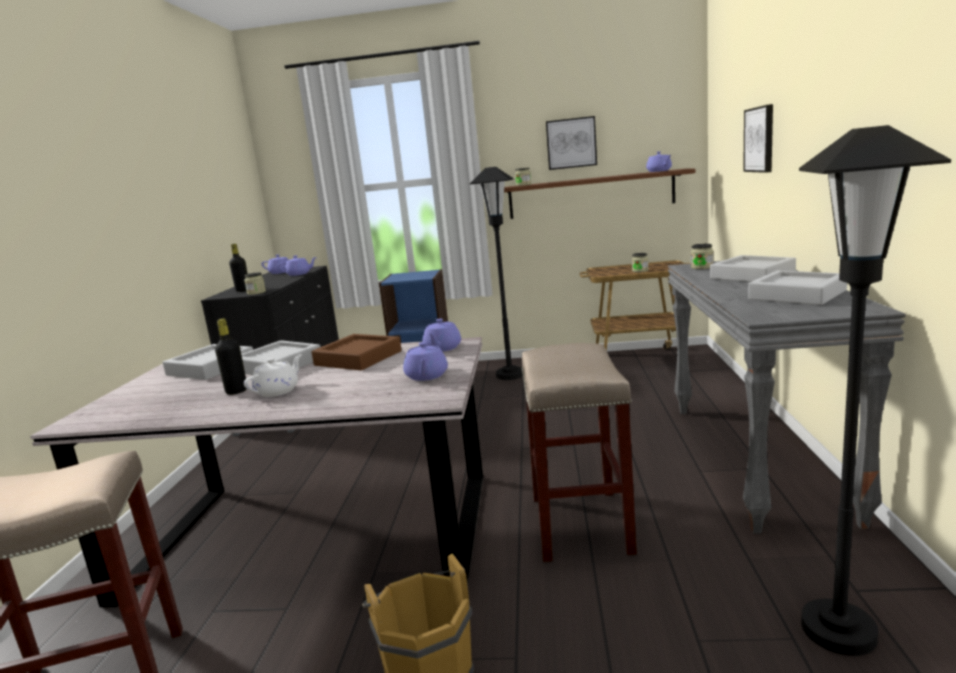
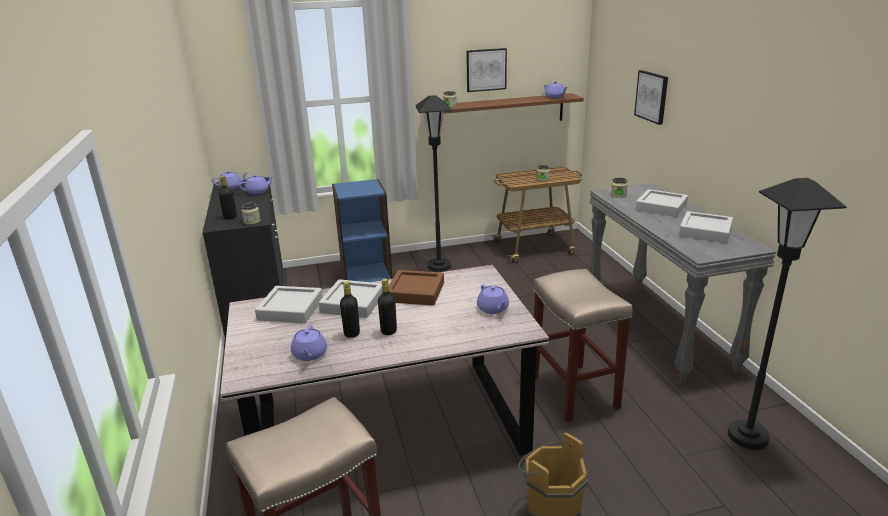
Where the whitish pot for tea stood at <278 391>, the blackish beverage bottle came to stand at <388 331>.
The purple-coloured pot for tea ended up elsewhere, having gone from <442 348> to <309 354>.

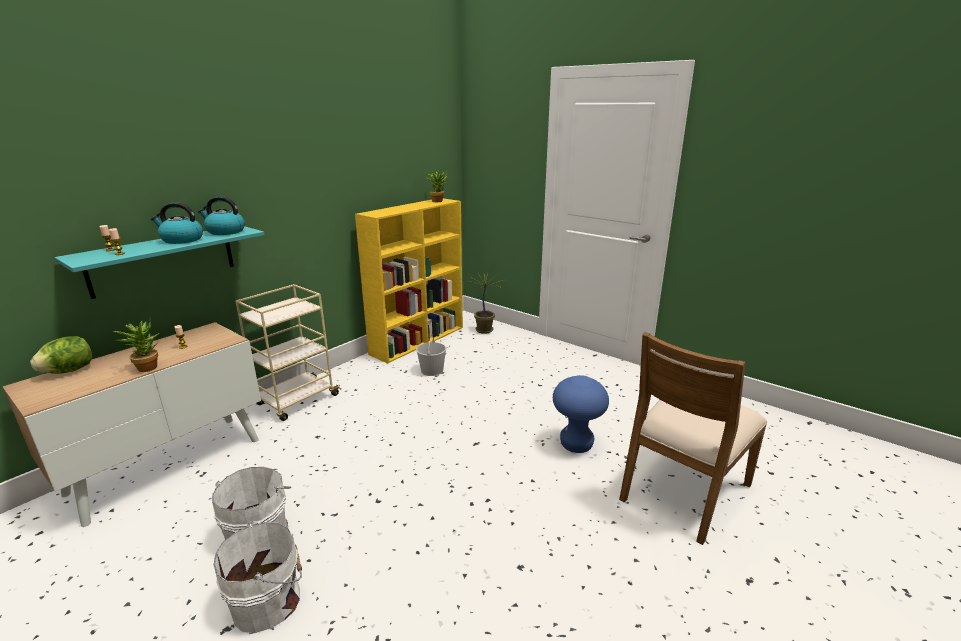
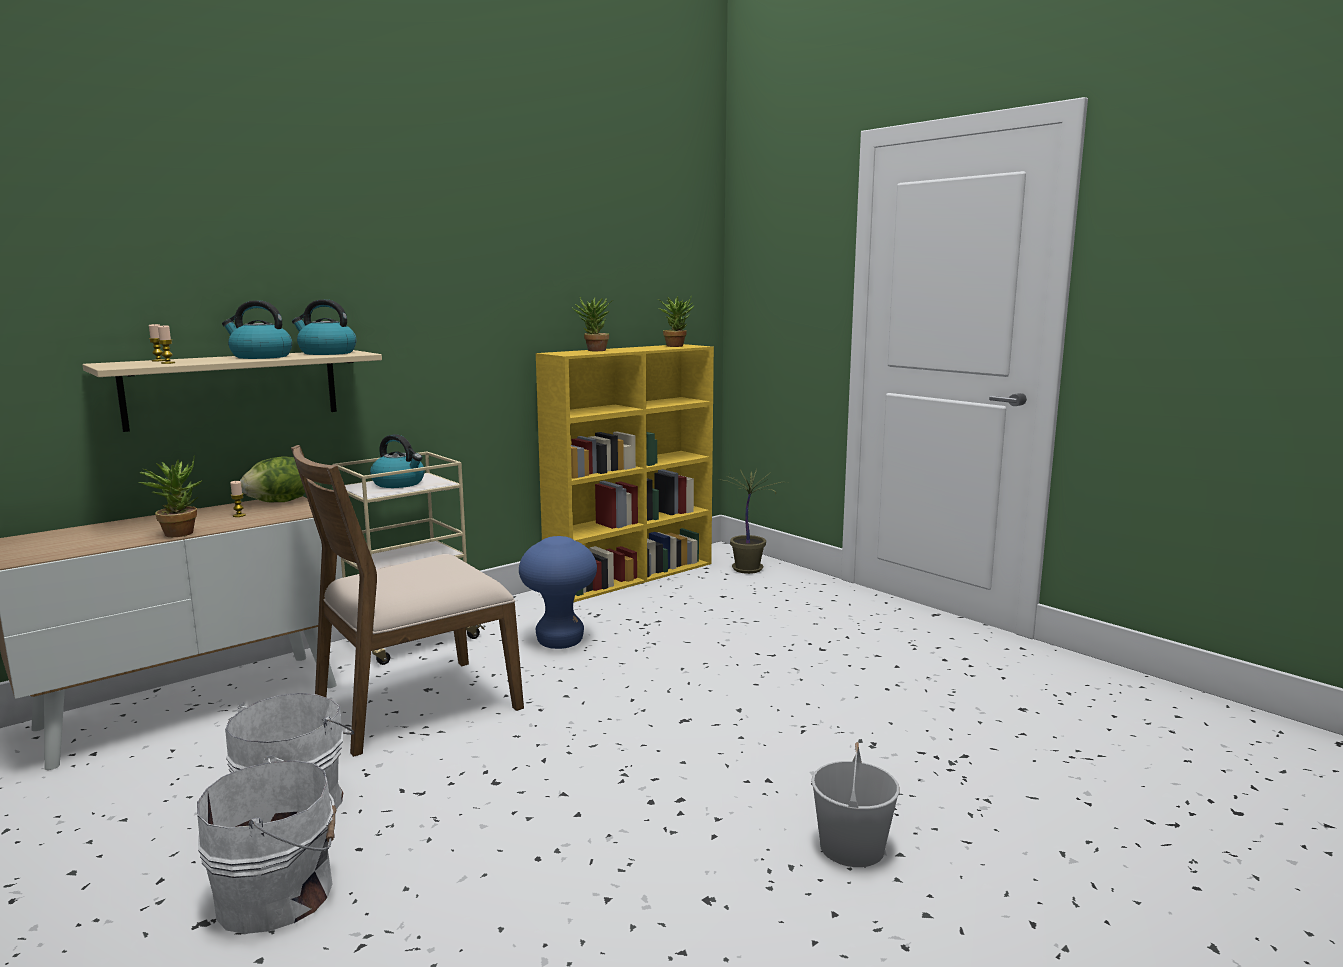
The lettuce ended up elsewhere, having gone from <69 371> to <278 502>.
What was the blue-green bracket shelf at <163 260> turned into the beige bracket shelf at <233 388>.
The whitish pail ended up elsewhere, having gone from <432 370> to <851 846>.
The bluish stool ended up elsewhere, having gone from <576 445> to <560 642>.
The brown-coloured upright chair ended up elsewhere, having gone from <683 491> to <415 706>.
The second view gained the tea kettle at <399 483>.
The second view gained the potted plant at <593 351>.

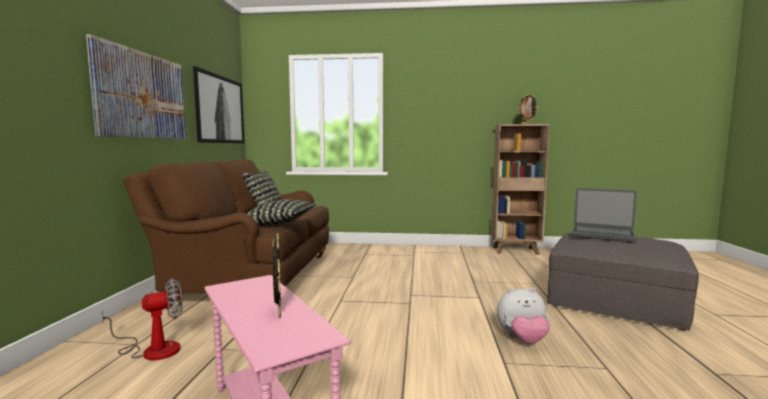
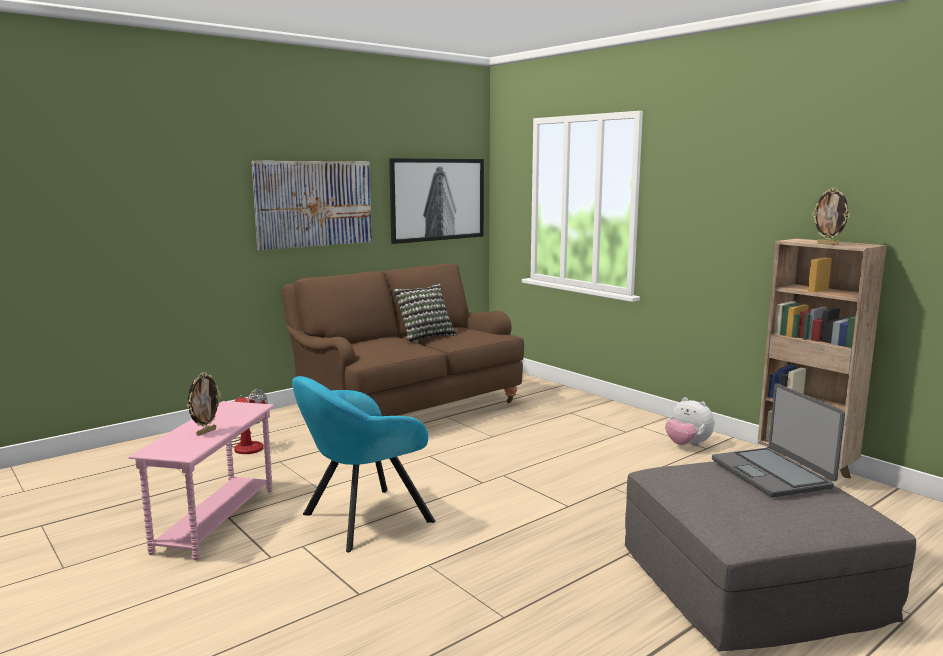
The second view lost the cushion at <280 224>.
The plush toy ended up elsewhere, having gone from <522 339> to <687 445>.
The second view gained the blue-green armchair at <361 519>.

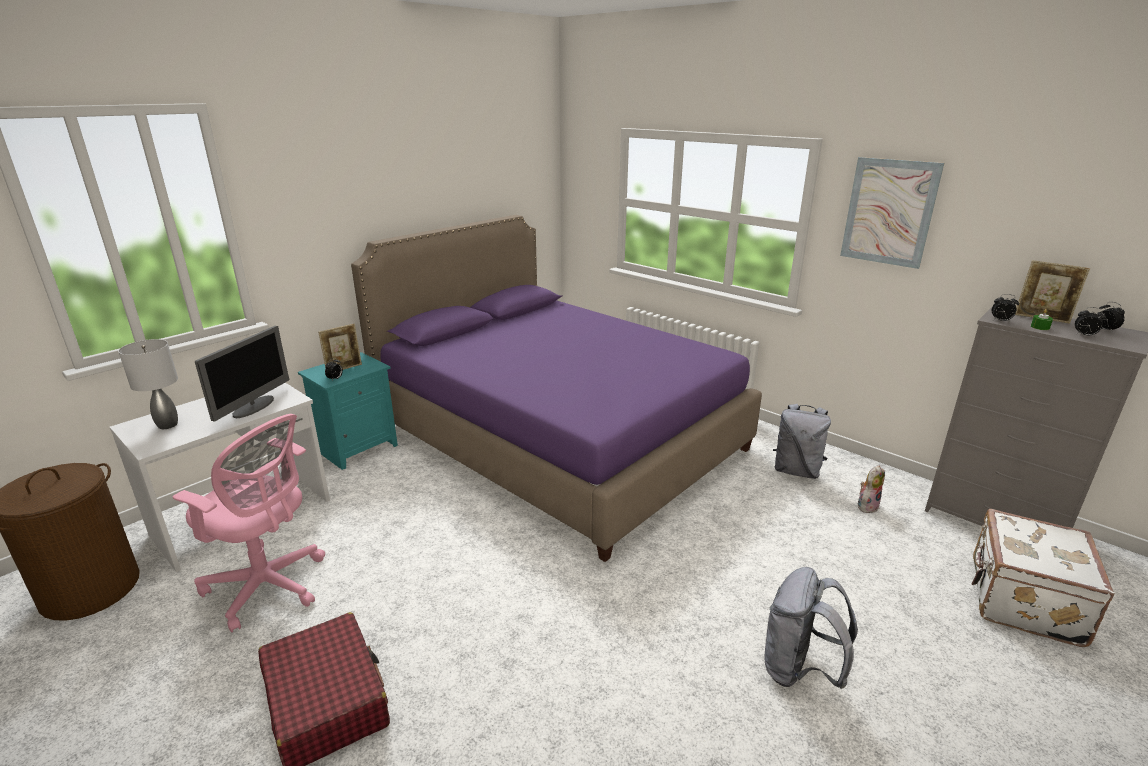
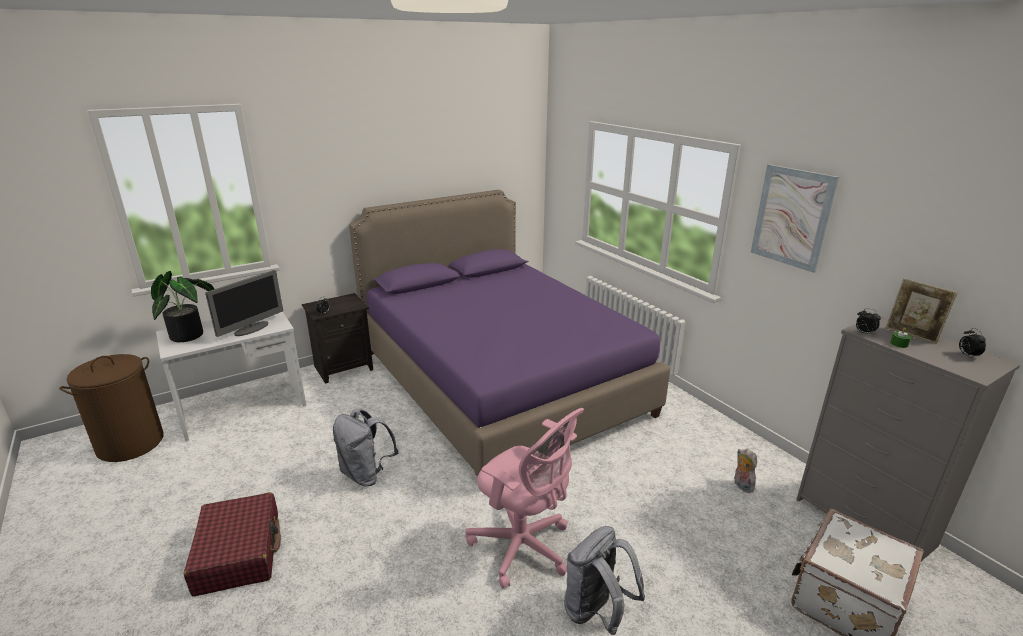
Where the grey lamp for a table stood at <168 424>, the potted plant came to stand at <191 335>.
The pink-coloured computer chair ended up elsewhere, having gone from <269 587> to <524 548>.
What was the blue-green night table at <358 447> turned into the blackish night table at <344 367>.
The second view lost the picture frame at <344 368>.
The grey rucksack ended up elsewhere, having gone from <796 471> to <366 474>.
The plush toy at <867 506> ended up facing another way, 90 degrees counterclockwise from before.
The second view lost the alarm clock at <1084 335>.

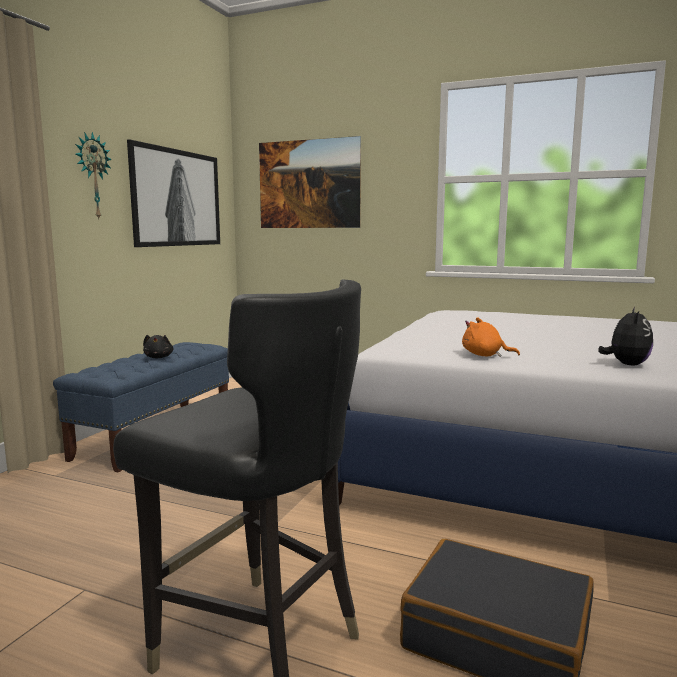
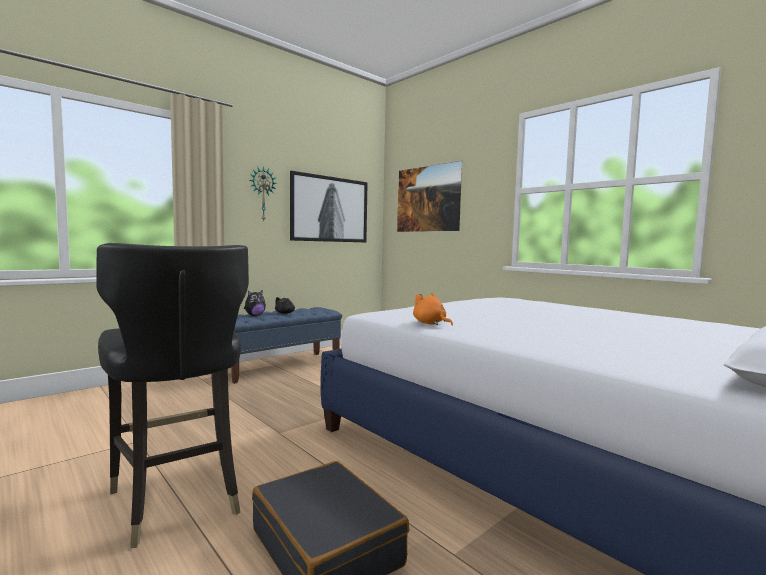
The plush toy ended up elsewhere, having gone from <626 364> to <254 315>.

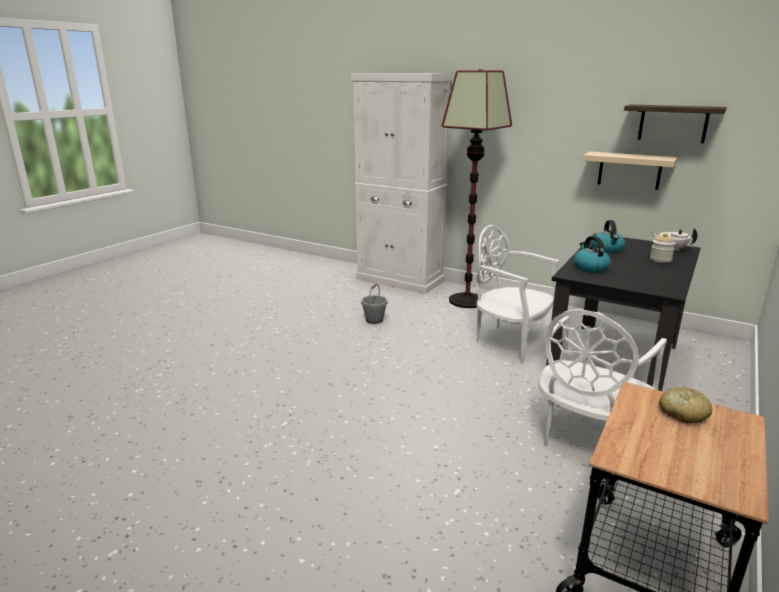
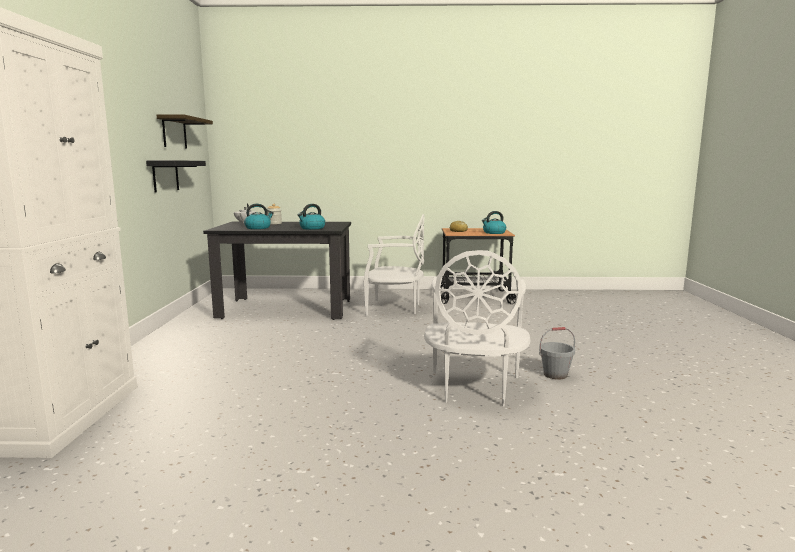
The grey pail ended up elsewhere, having gone from <374 320> to <555 375>.
The second view lost the standard lamp at <467 301>.
The whitish upright chair ended up elsewhere, having gone from <511 341> to <474 389>.
What was the beige bracket shelf at <629 170> turned into the blackish bracket shelf at <165 175>.
The second view gained the tea kettle at <494 233>.

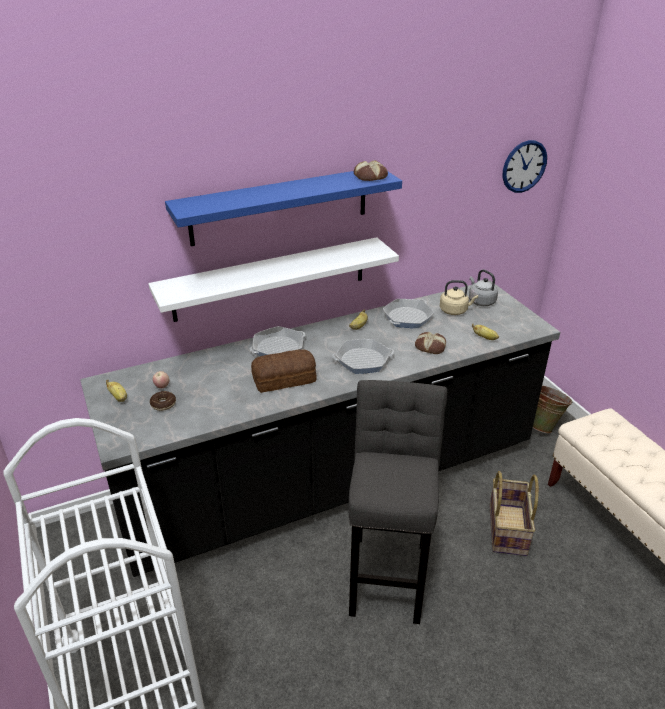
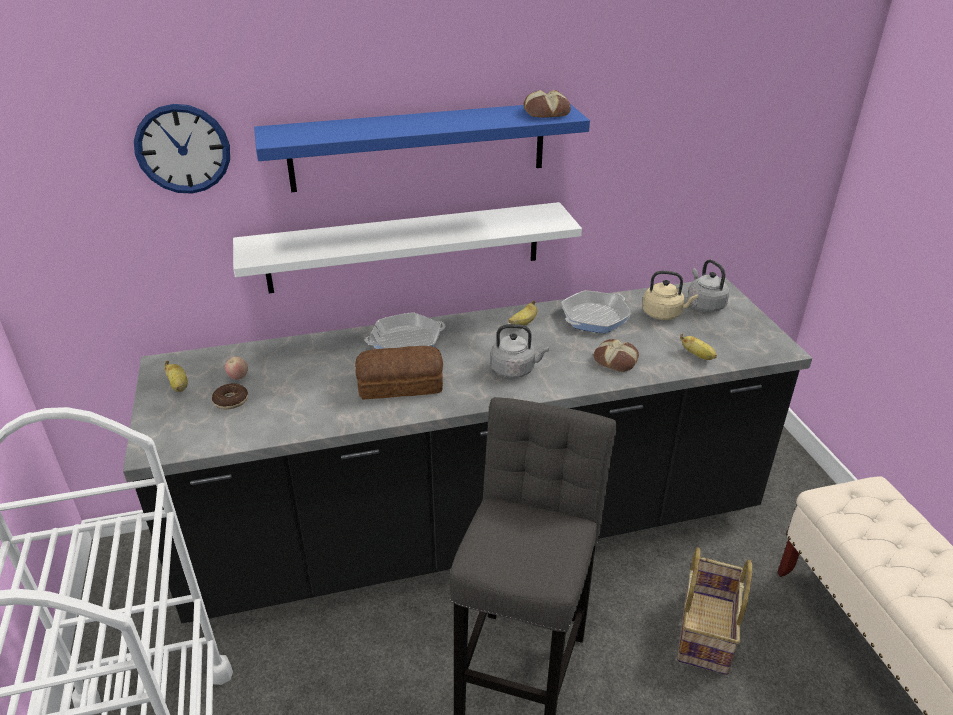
Where the frying pan stood at <363 360>, the grey tea kettle came to stand at <515 370>.
The wall clock ended up elsewhere, having gone from <524 166> to <183 149>.
The second view lost the green-coloured pail at <544 426>.

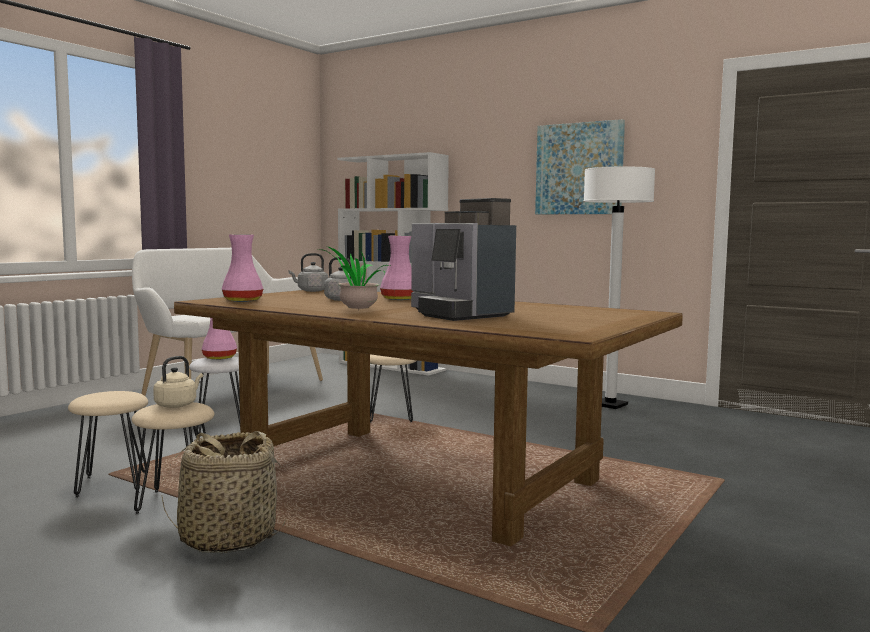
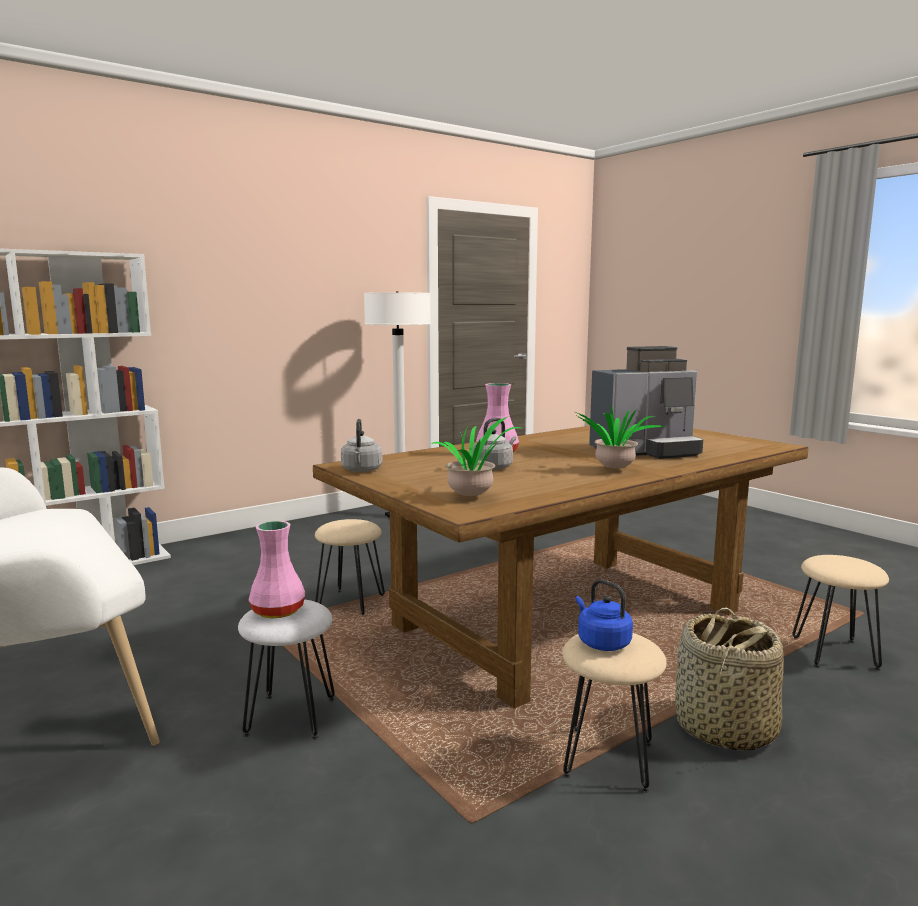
The beige stool ended up elsewhere, having gone from <111 485> to <834 654>.
What was the beige tea kettle at <177 405> turned into the bluish tea kettle at <601 642>.
Where the pink-coloured decorative vase stood at <243 300>, the potted plant came to stand at <474 497>.
The second view lost the picture at <579 169>.

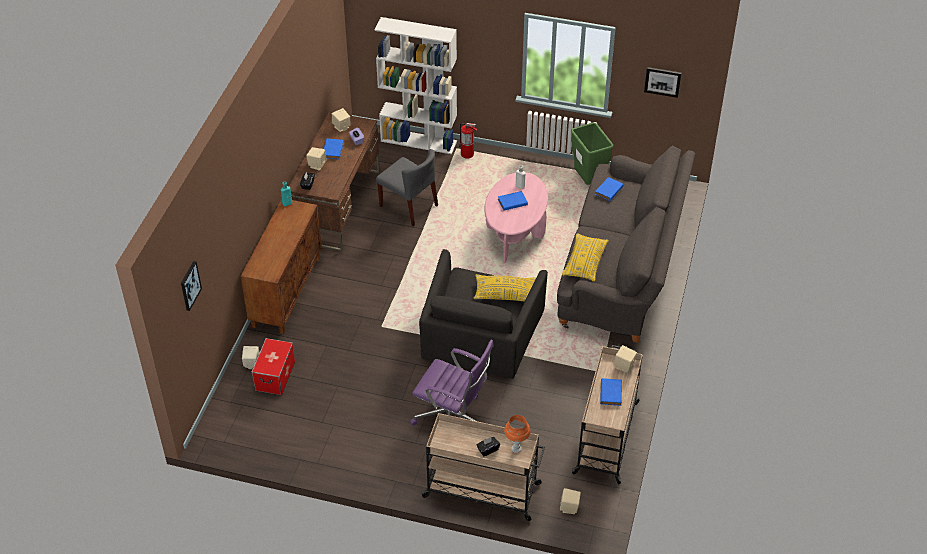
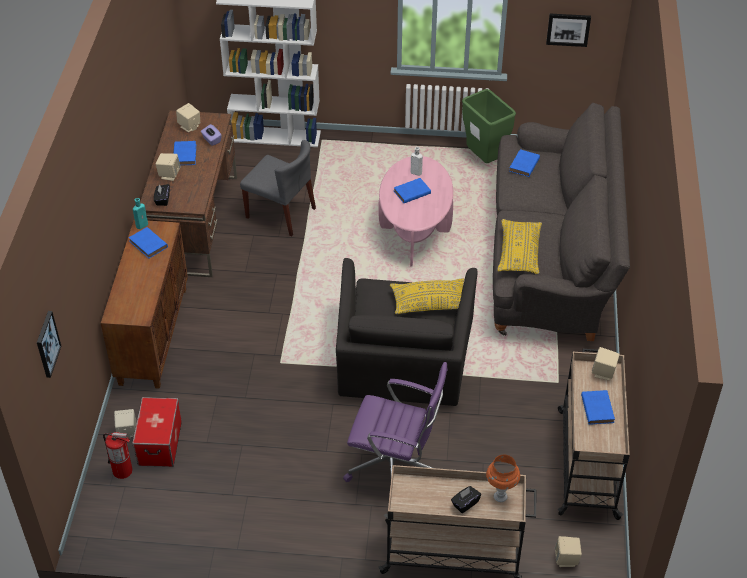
The fire extinguisher ended up elsewhere, having gone from <467 154> to <123 470>.
The second view gained the bluish volume at <149 245>.

